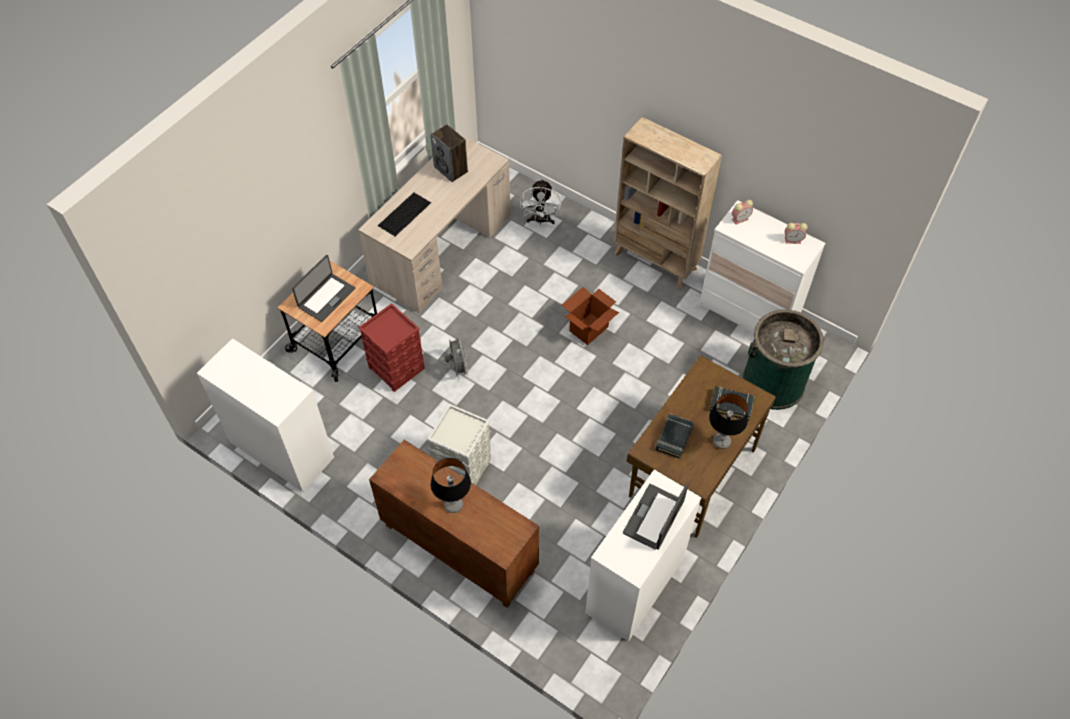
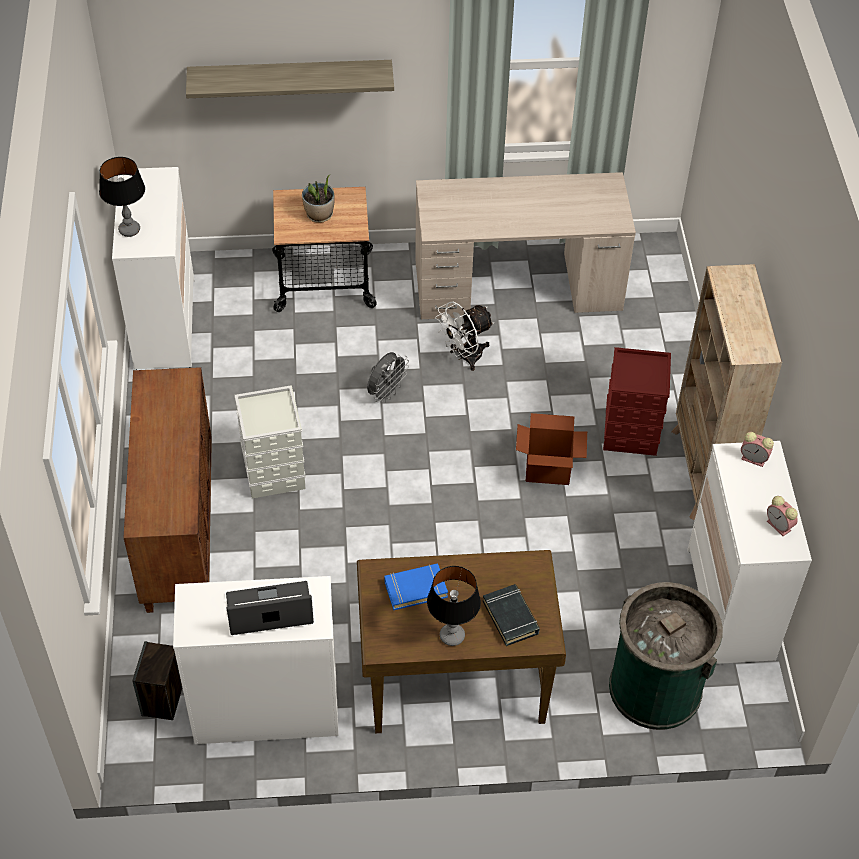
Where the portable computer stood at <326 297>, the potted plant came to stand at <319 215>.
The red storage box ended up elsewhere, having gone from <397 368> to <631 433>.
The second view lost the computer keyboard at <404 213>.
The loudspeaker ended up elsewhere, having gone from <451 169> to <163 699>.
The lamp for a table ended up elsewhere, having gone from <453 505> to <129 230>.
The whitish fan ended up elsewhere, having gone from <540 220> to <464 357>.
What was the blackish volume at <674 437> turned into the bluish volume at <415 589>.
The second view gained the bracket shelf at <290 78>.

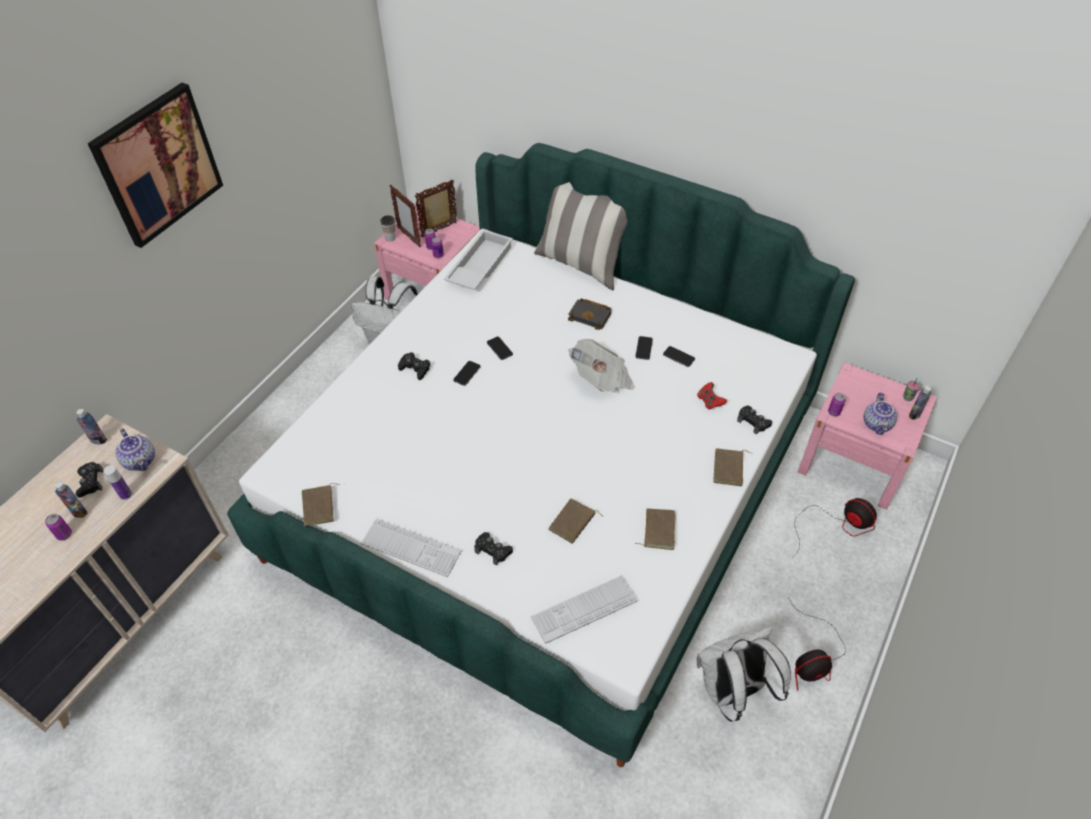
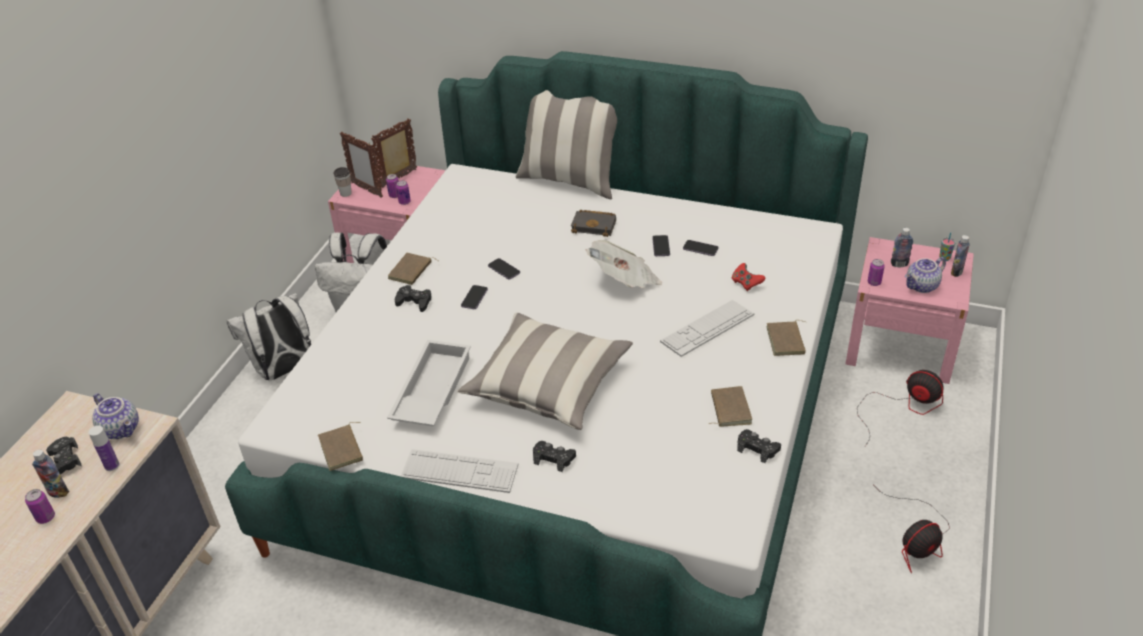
The beverage bottle ended up elsewhere, having gone from <98 440> to <899 264>.
The second view lost the picture at <158 165>.
The whitish carrying tray ended up elsewhere, having gone from <479 266> to <431 390>.
The computer keyboard ended up elsewhere, having gone from <584 609> to <707 329>.
The brown-coloured volume ended up elsewhere, having gone from <573 523> to <411 271>.
The whitish rucksack ended up elsewhere, having gone from <732 691> to <284 370>.
The blackish gamepad ended up elsewhere, having gone from <753 422> to <757 449>.
The pot for tea at <877 424> ended up facing another way, 60 degrees clockwise from before.
The second view gained the cushion at <547 385>.

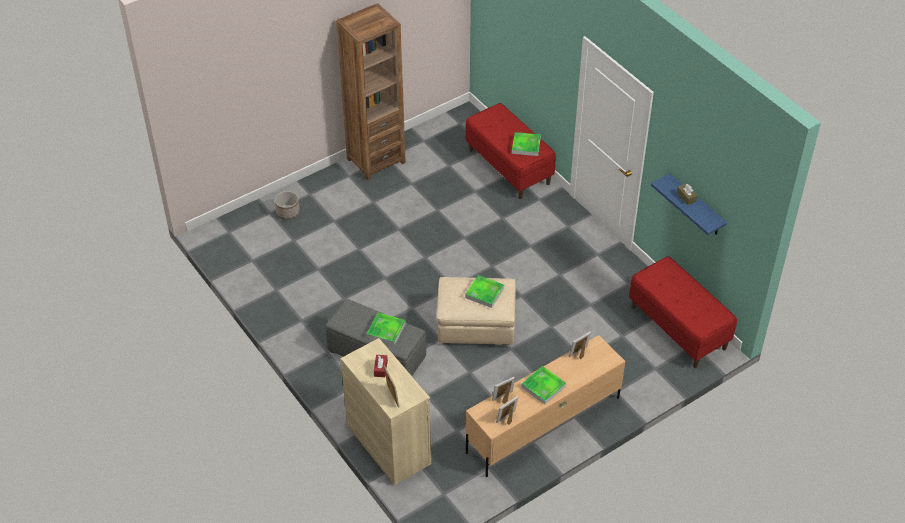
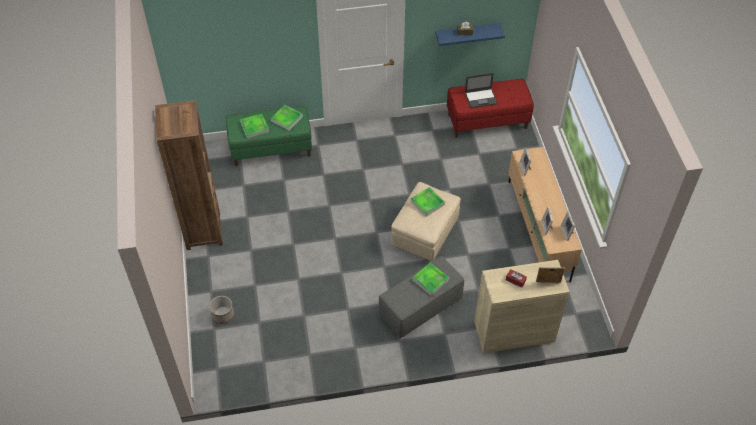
What was the red indoor bench at <509 167> turned into the green-coloured indoor bench at <271 149>.
The carrying tray ended up elsewhere, having gone from <543 387> to <254 127>.
The second view gained the portable computer at <481 98>.

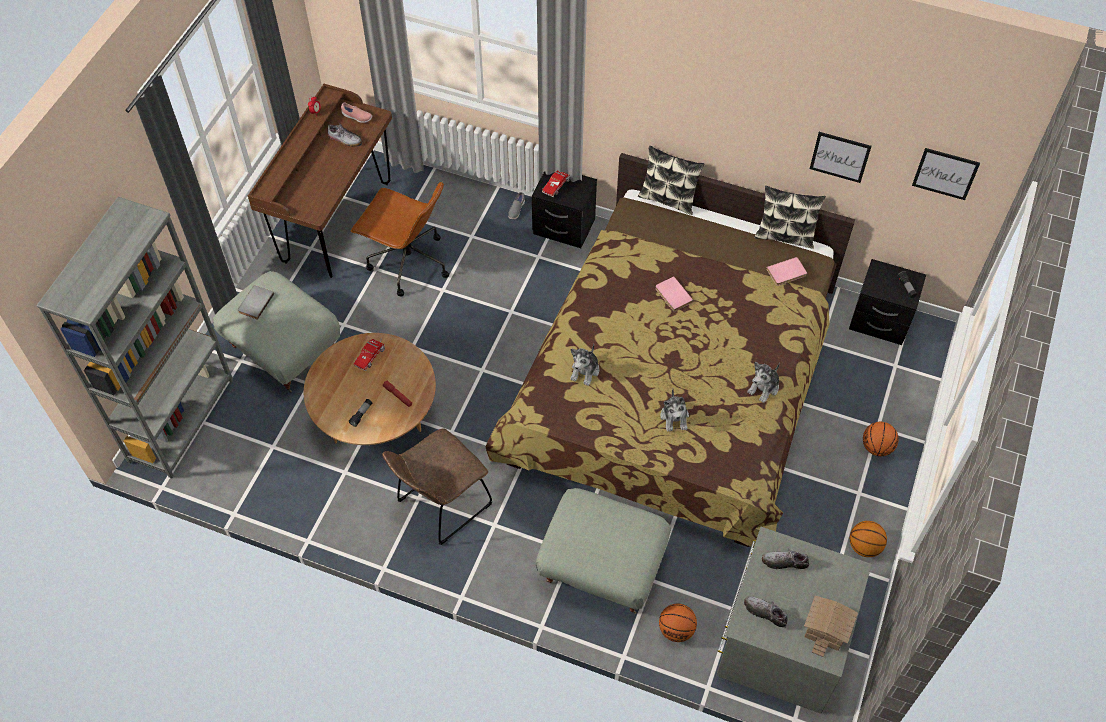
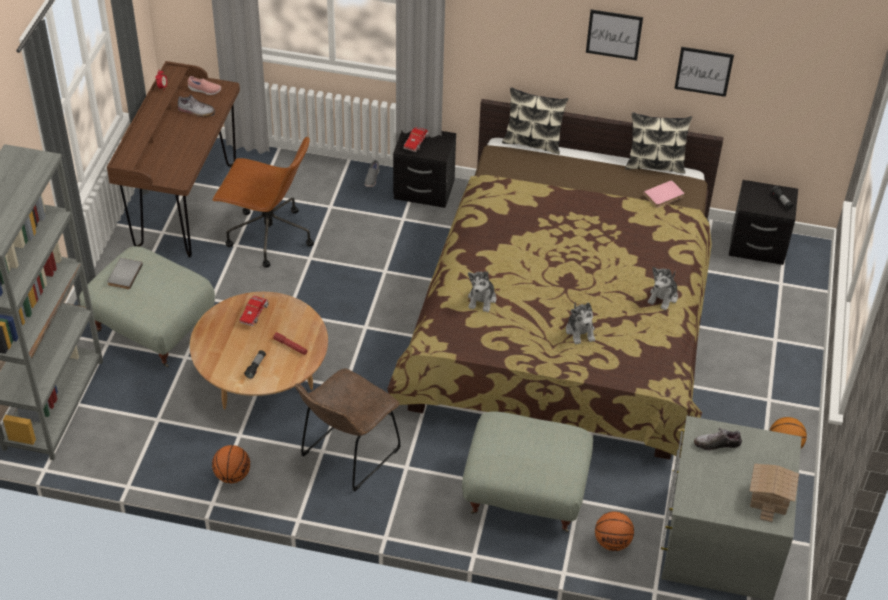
The second view lost the pink-coloured volume at <672 295>.
The second view lost the item of footwear at <765 613>.
The ball for basketball ended up elsewhere, having gone from <877 447> to <232 475>.
The picture ended up elsewhere, having gone from <945 173> to <614 34>.

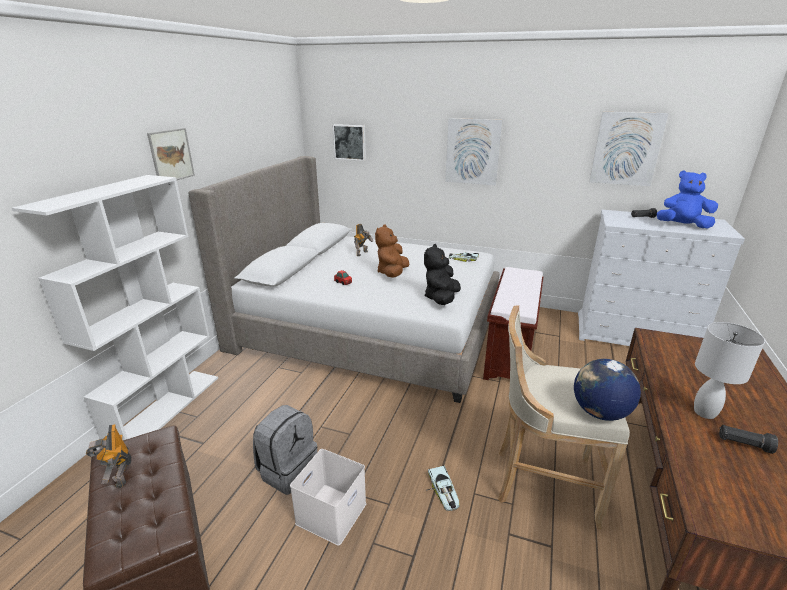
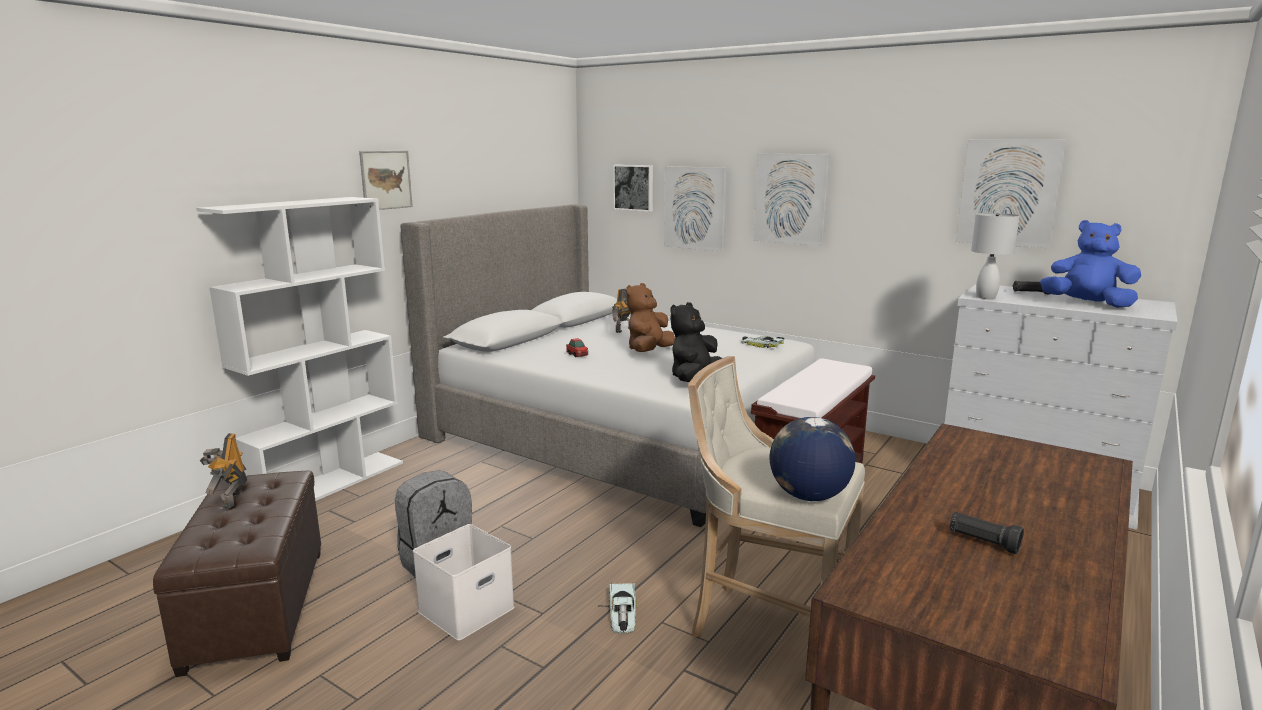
The whitish lamp for a table ended up elsewhere, having gone from <703 412> to <985 297>.
The second view gained the picture at <695 208>.

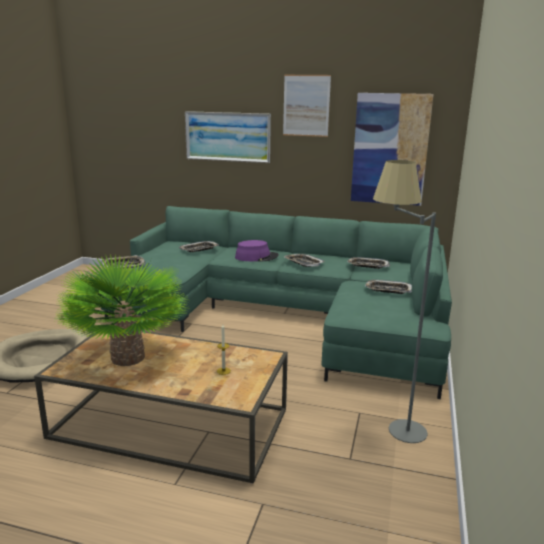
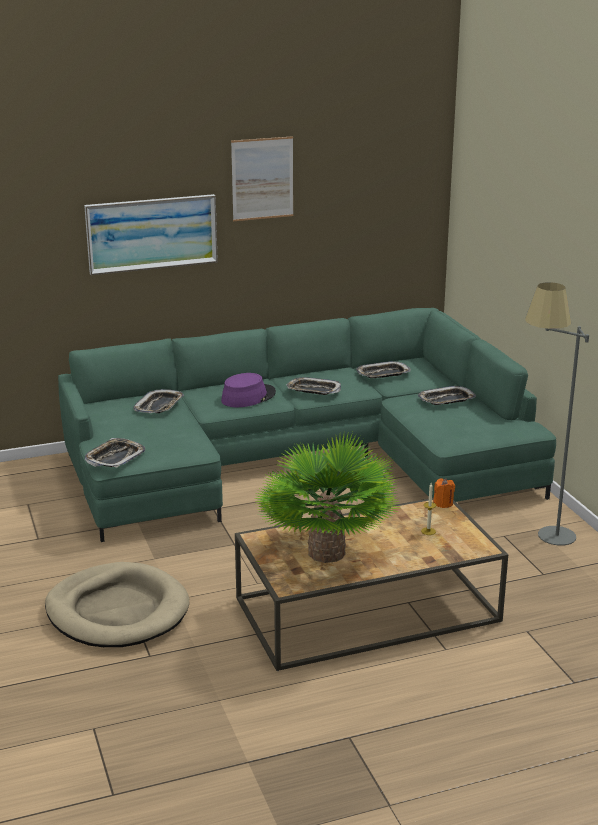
The second view lost the picture at <390 149>.
The second view gained the orange-coloured wax light at <443 503>.

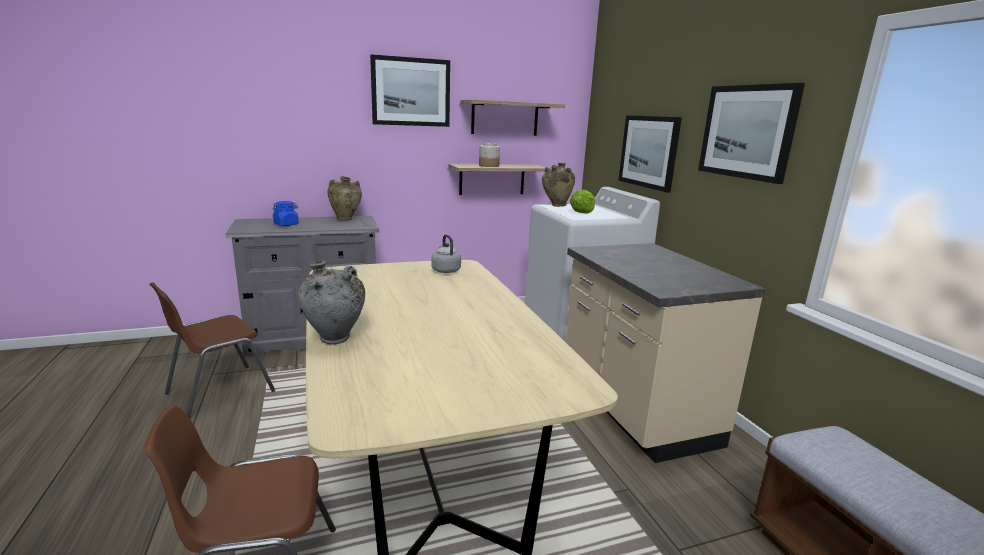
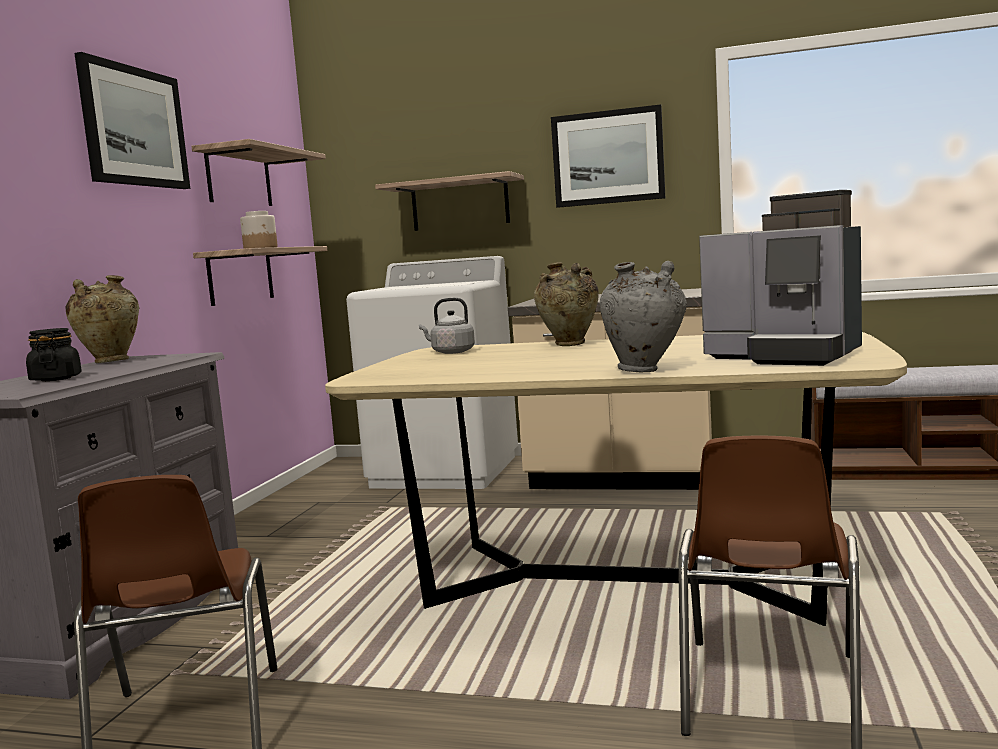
What was the bluish preserve jar at <286 224> turned into the blackish preserve jar at <56 379>.
The beige decorative vase ended up elsewhere, having gone from <556 205> to <569 345>.
The second view lost the lettuce at <582 212>.
Where the picture hung at <649 151>, the bracket shelf came to hang at <460 204>.
The second view gained the coffee machine at <786 356>.

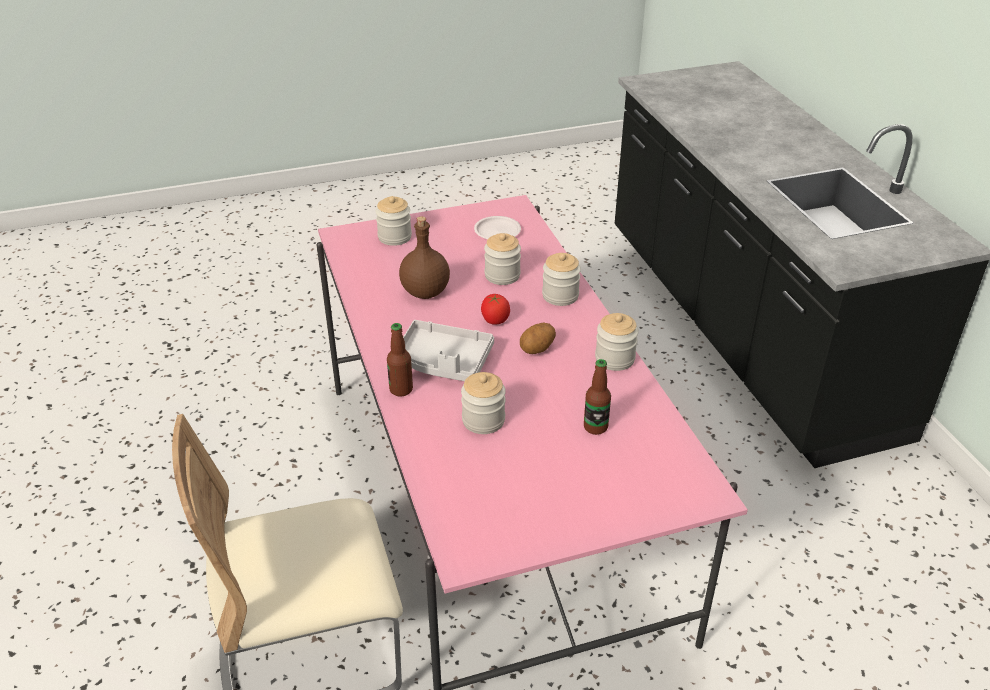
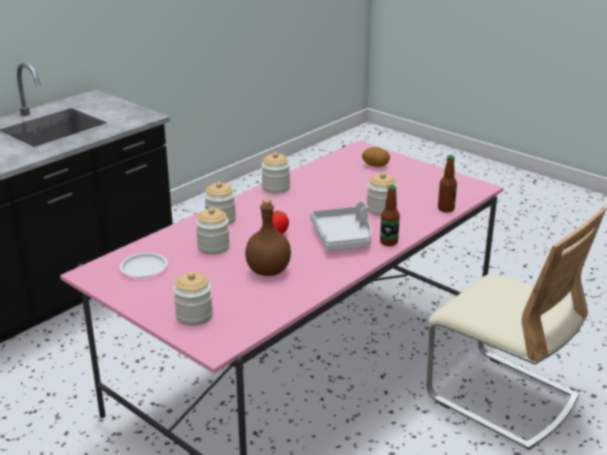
The potato ended up elsewhere, having gone from <537 349> to <375 165>.
The beverage bottle ended up elsewhere, having gone from <595 427> to <446 209>.

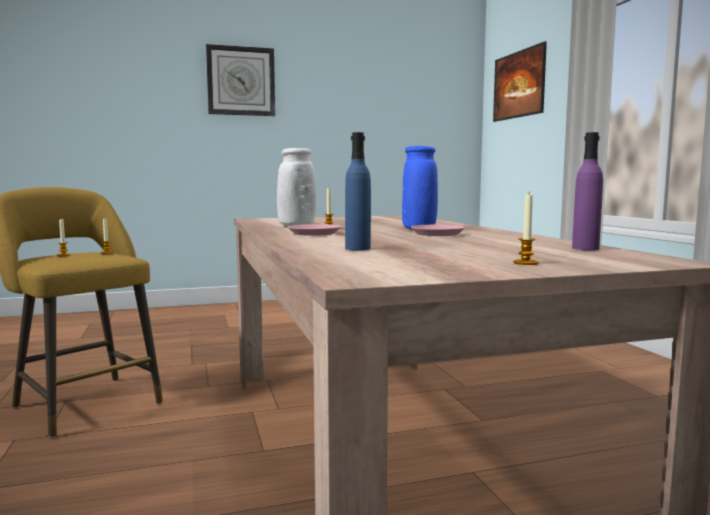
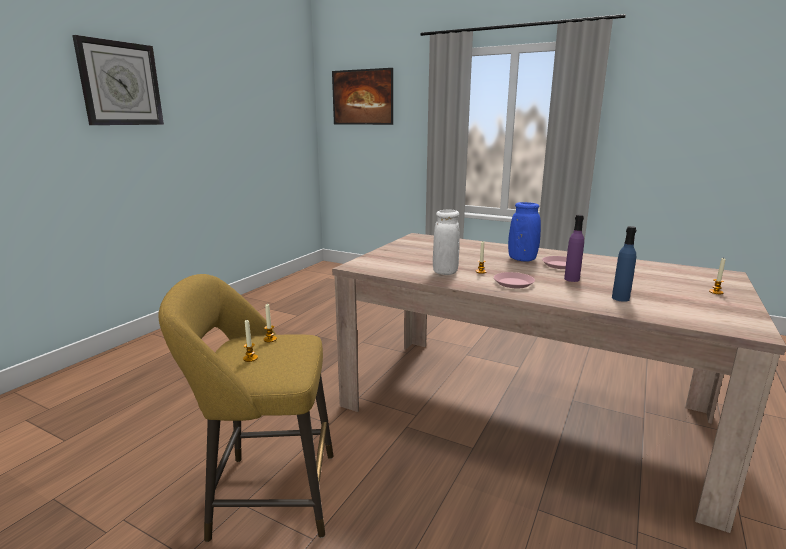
The purple-coloured beverage bottle ended up elsewhere, having gone from <585 248> to <571 279>.

